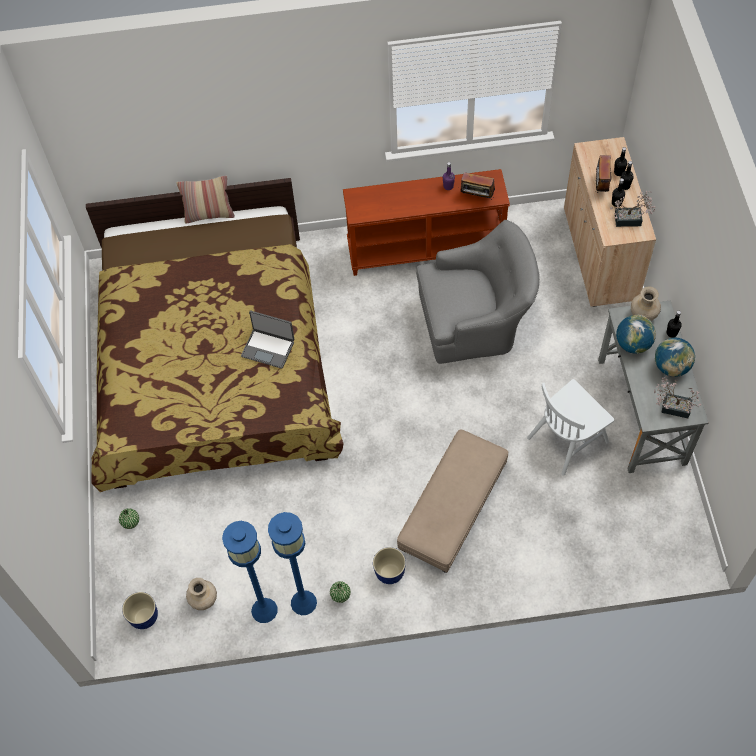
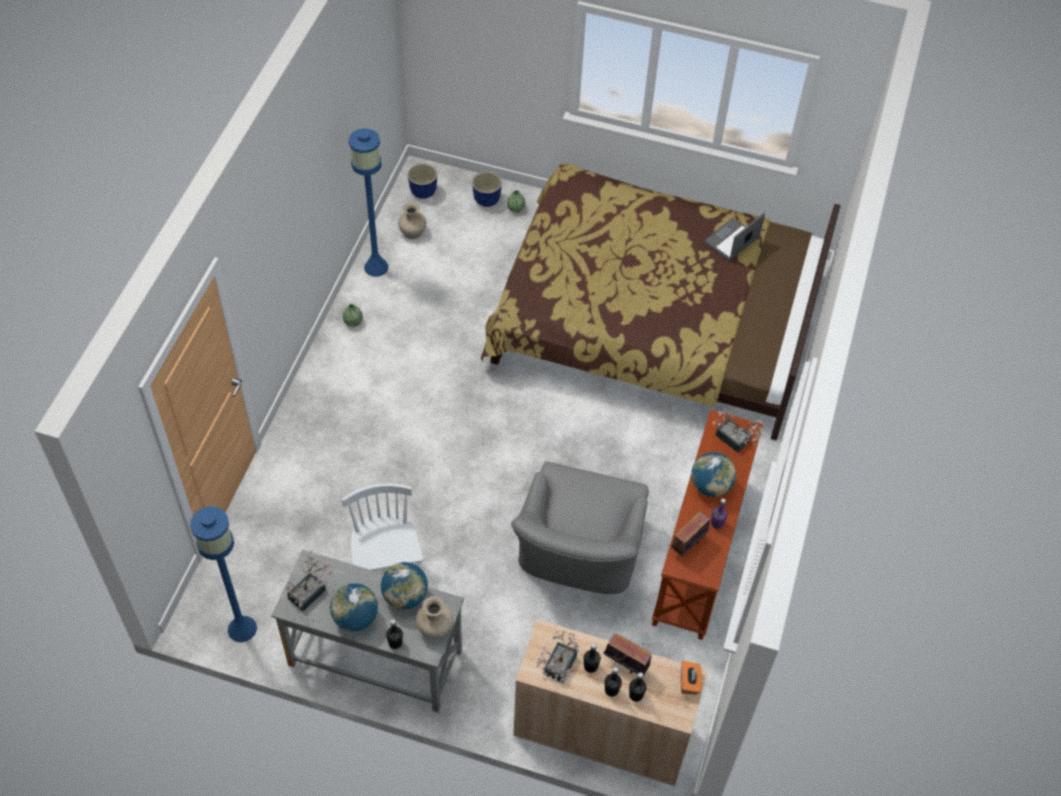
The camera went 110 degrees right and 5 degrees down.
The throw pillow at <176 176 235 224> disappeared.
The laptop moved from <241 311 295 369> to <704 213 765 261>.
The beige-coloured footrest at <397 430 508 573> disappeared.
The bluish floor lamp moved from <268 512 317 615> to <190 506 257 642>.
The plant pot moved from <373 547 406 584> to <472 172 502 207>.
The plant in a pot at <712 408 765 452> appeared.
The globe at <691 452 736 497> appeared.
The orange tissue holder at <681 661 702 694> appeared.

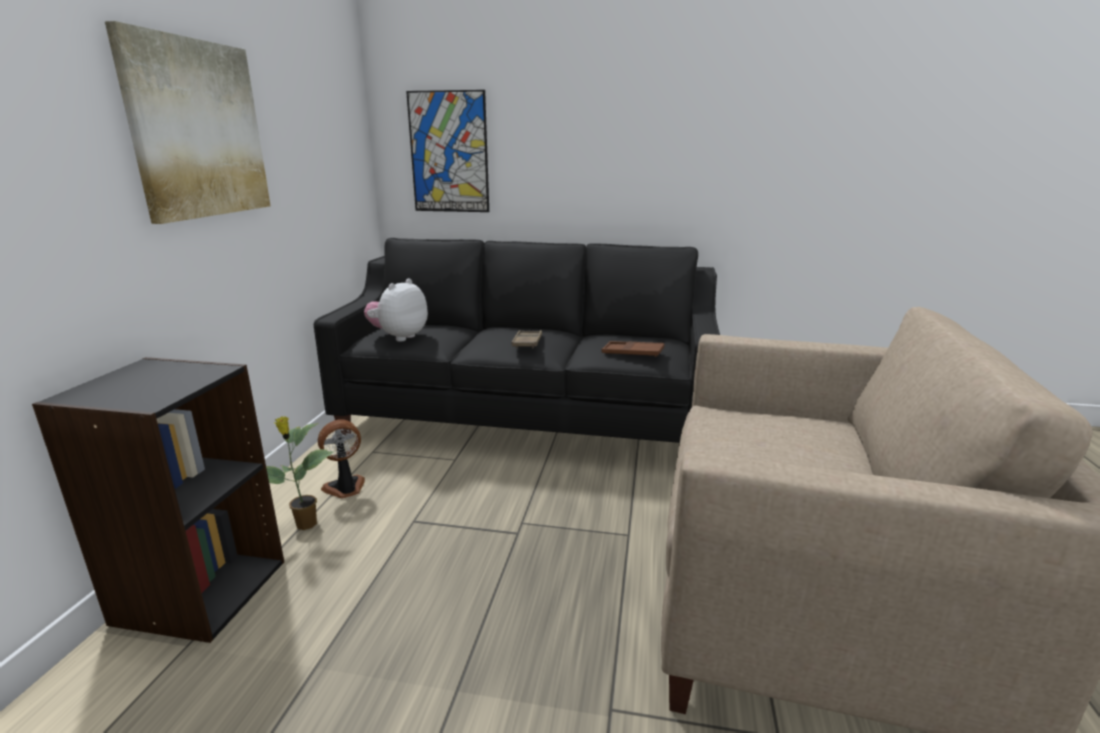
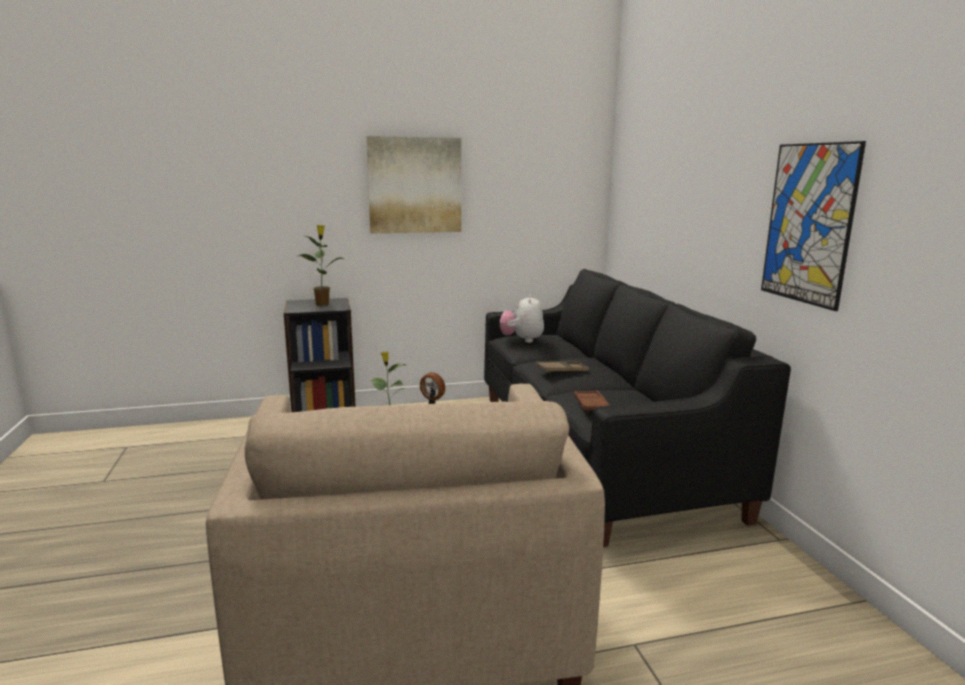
The camera went 65 degrees right and 5 degrees down.
The wall picture moved from <406 90 489 212> to <761 141 866 311>.
The plush toy at <364 279 428 341> turned 90 degrees counterclockwise.
The plant in a pot at <299 225 345 306> appeared.

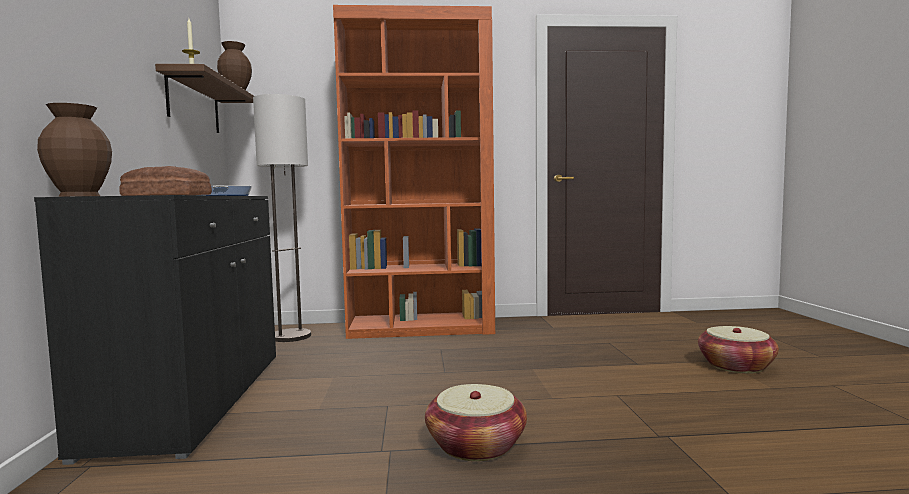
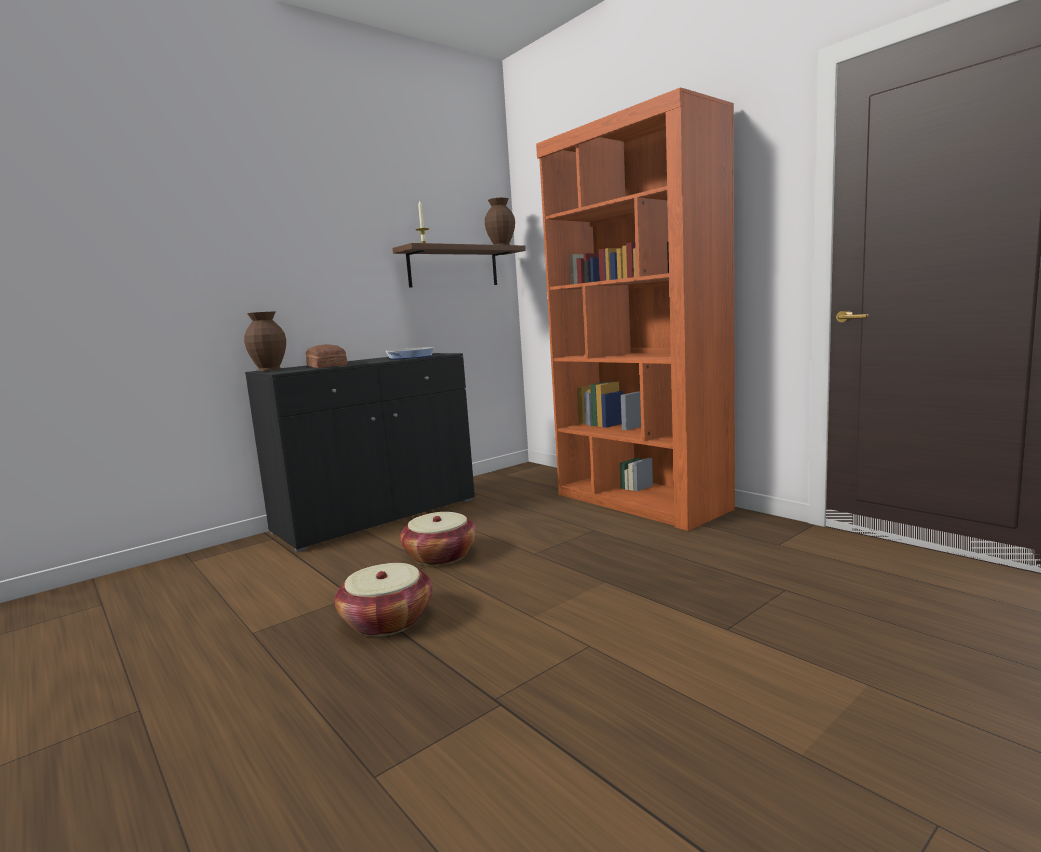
The camera went 55 degrees right and 5 degrees up.
The floor lamp at <253 94 311 342> disappeared.
The basket moved from <698 326 779 374> to <400 512 477 566>.

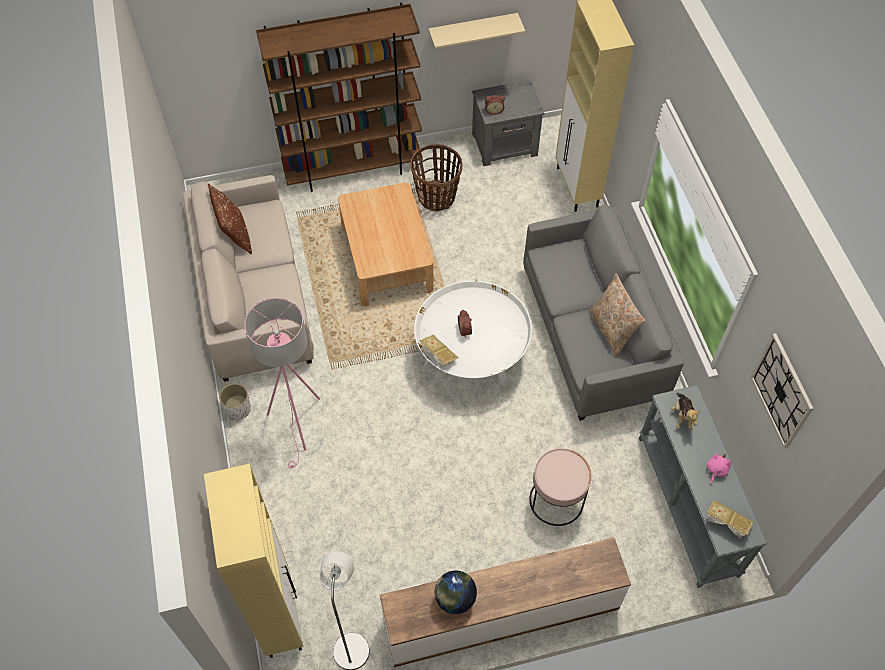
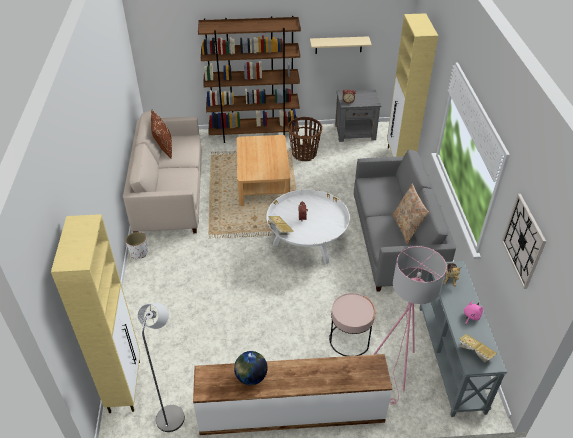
The camera went 10 degrees right and 15 degrees down.
The pinkish floor lamp moved from <244 298 320 468> to <373 246 447 405>.

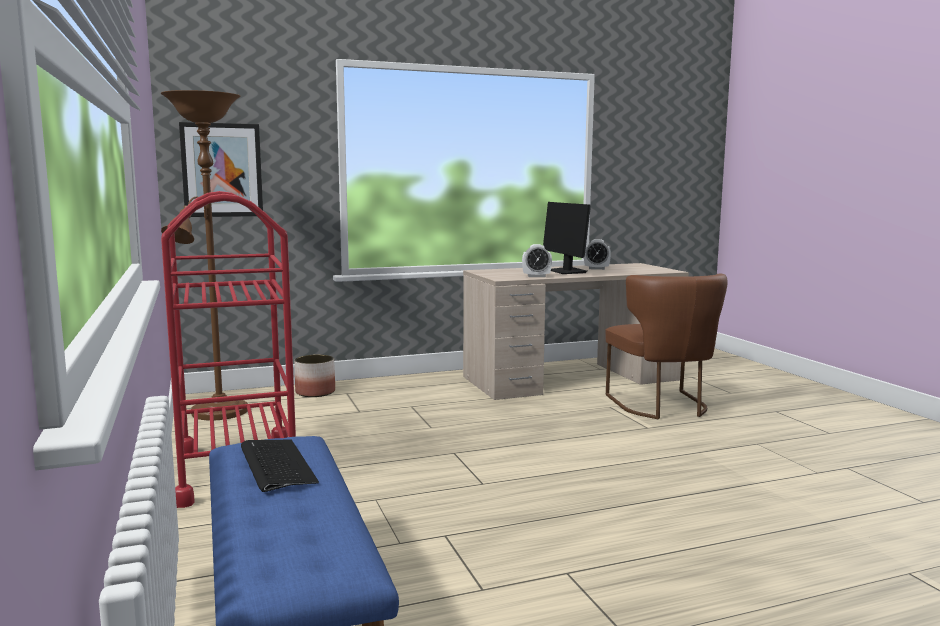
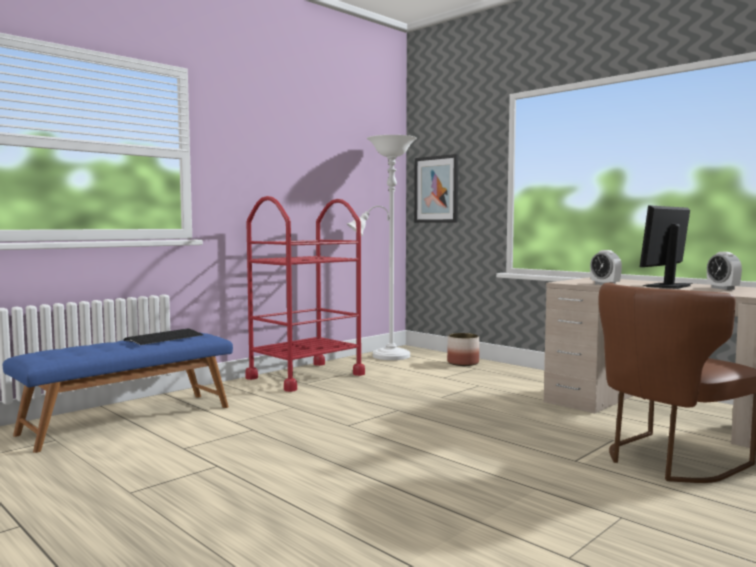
The camera went 65 degrees right and 5 degrees down.
The brown-coloured floor lamp at <161 90 248 421> became the white floor lamp at <347 135 417 360>.

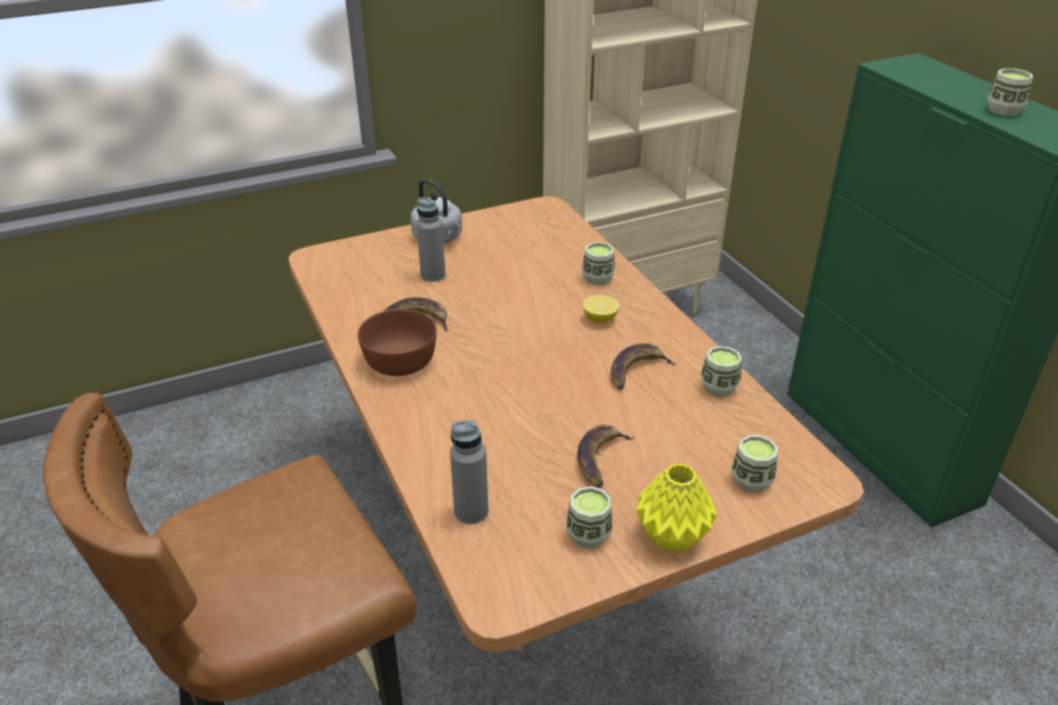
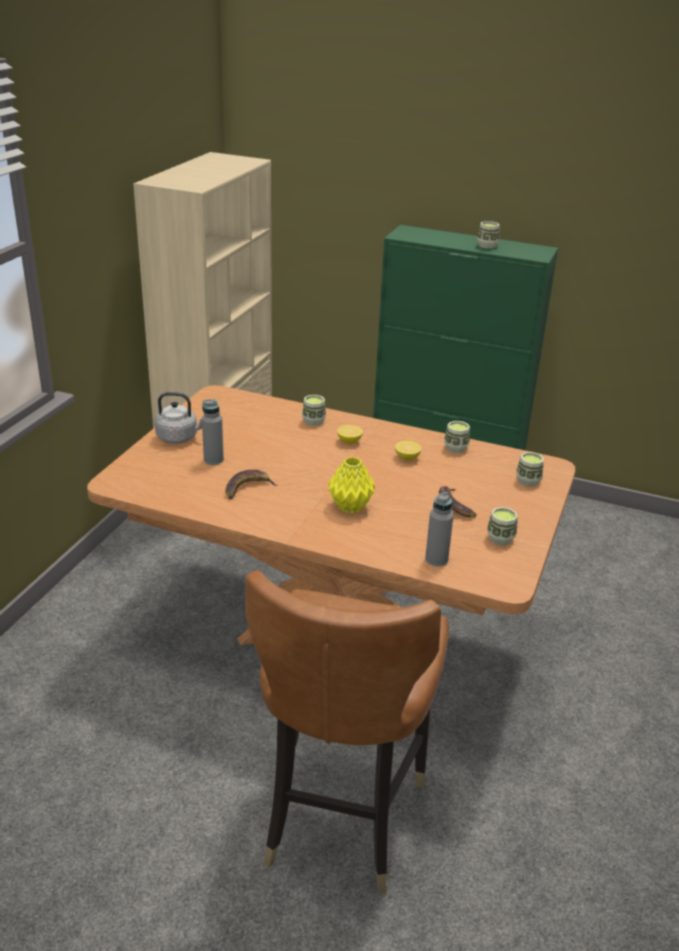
The camera went 45 degrees left and 5 degrees down.
The brown-coloured serving bowl at <358 309 437 376> disappeared.
The whole banana at <611 343 677 389> was replaced by the lemon at <395 441 422 460>.
The yellowish flower vase moved from <636 463 717 553> to <328 457 375 513>.

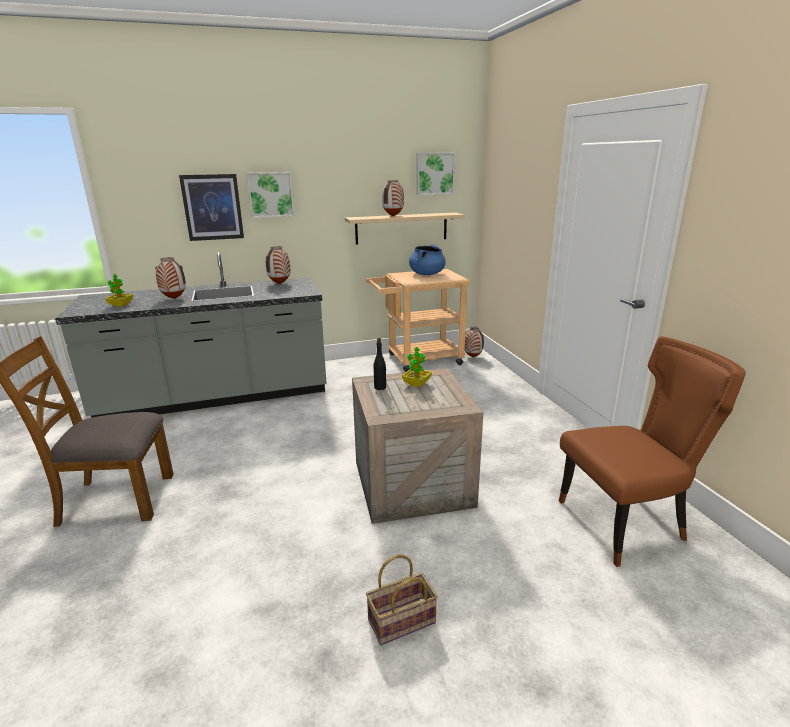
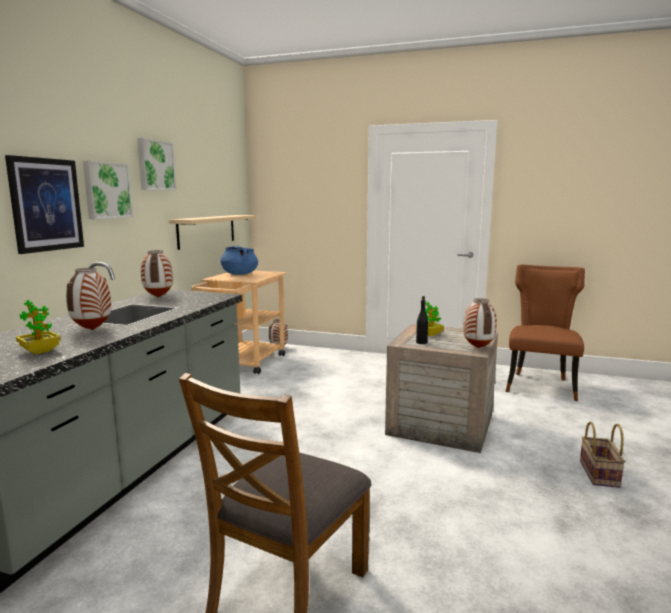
The camera went 55 degrees left and 10 degrees down.
The wall picture moved from <416 153 455 195> to <137 138 177 191>.
The flower vase moved from <382 180 404 216> to <463 298 497 348>.

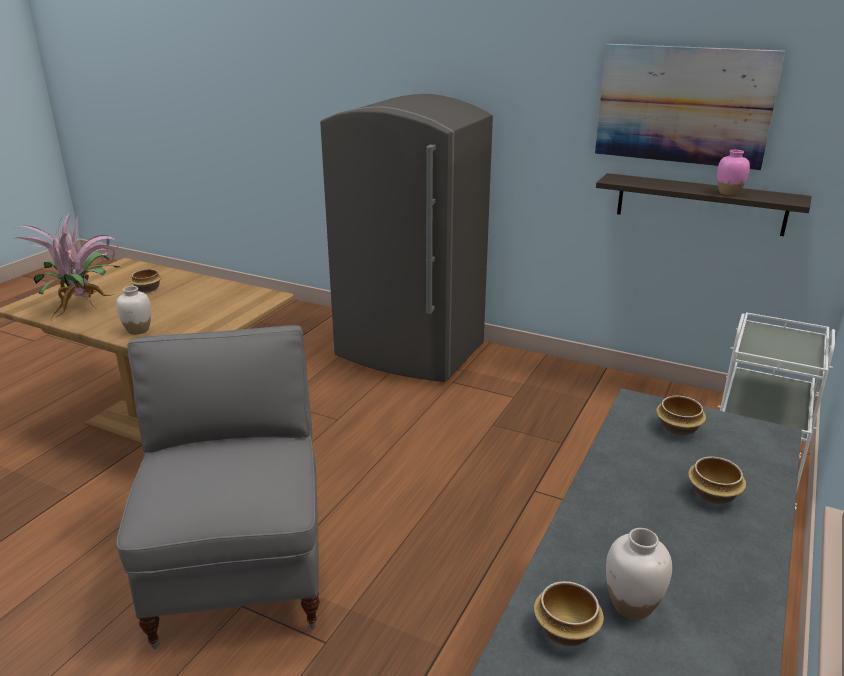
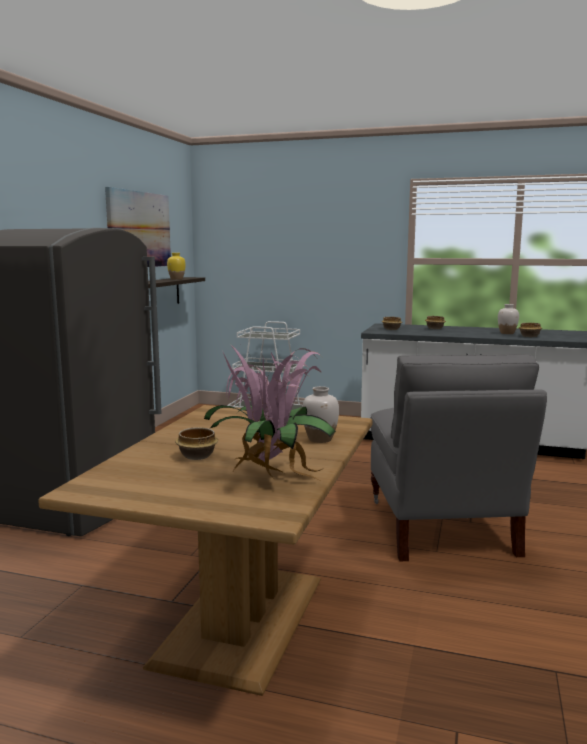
The camera went 100 degrees left and 15 degrees down.
The pinkish flower vase at <717 150 750 196> became the yellowish flower vase at <167 253 186 280>.
The grey chair at <116 325 320 649> turned 75 degrees counterclockwise.

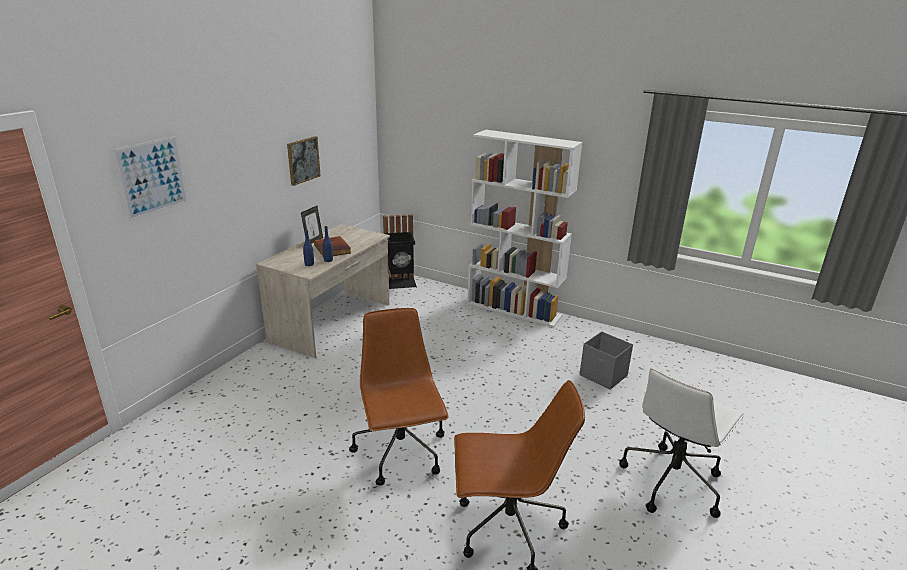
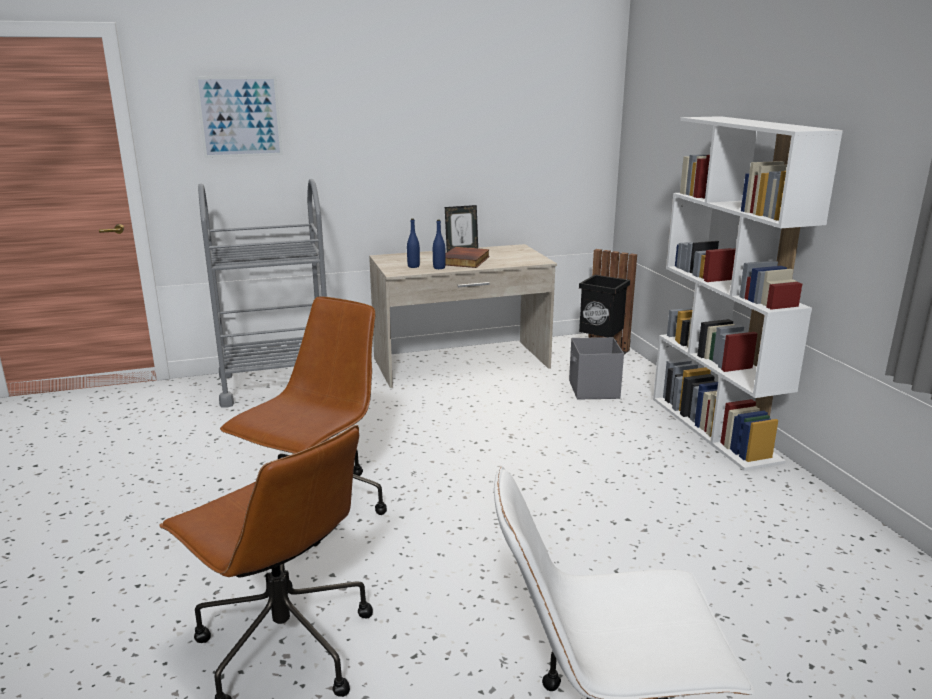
The camera went 45 degrees right and 5 degrees down.
The wall picture at <287 136 321 186> disappeared.
The grey storage container moved from <580 331 633 390> to <569 337 624 399>.
The grey wheeled cart at <198 179 327 408> appeared.

